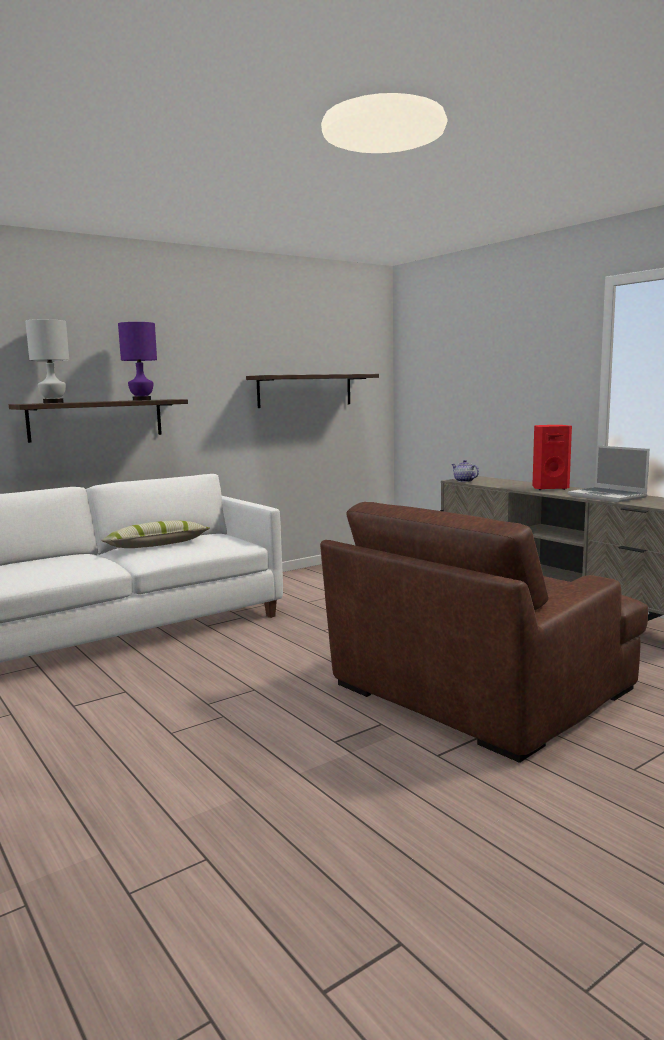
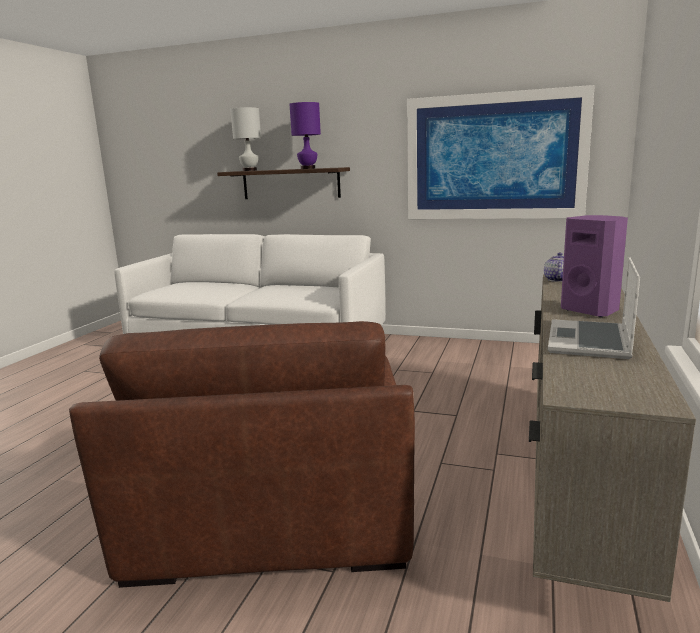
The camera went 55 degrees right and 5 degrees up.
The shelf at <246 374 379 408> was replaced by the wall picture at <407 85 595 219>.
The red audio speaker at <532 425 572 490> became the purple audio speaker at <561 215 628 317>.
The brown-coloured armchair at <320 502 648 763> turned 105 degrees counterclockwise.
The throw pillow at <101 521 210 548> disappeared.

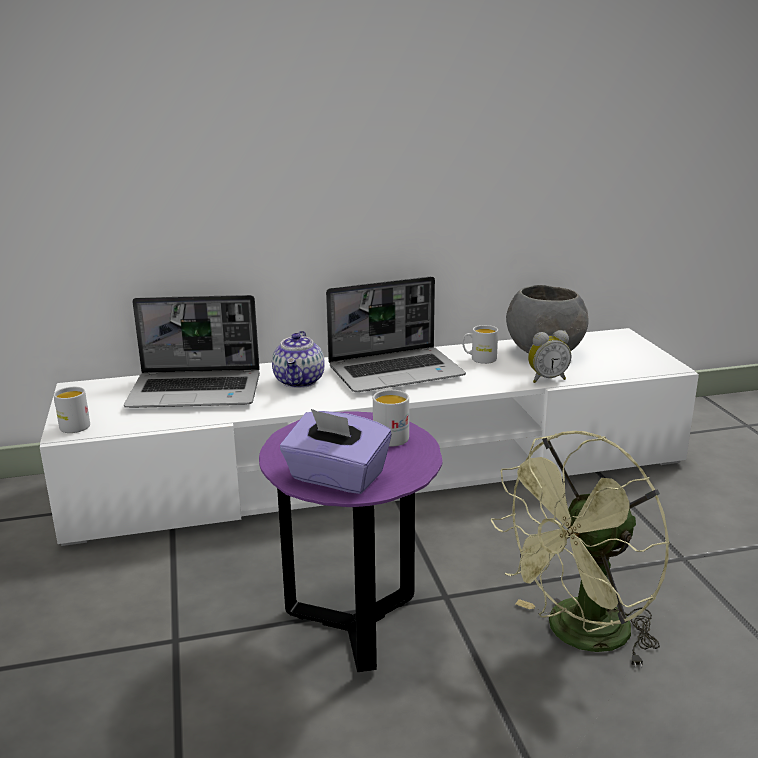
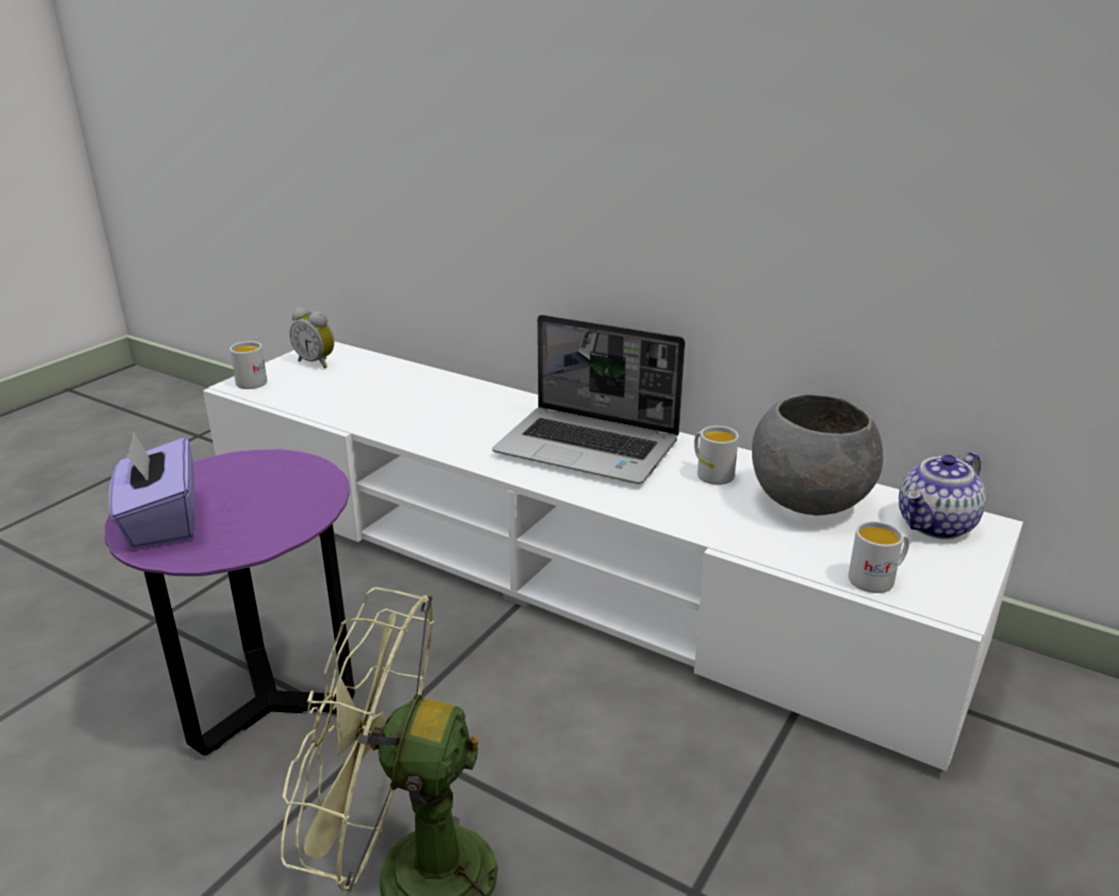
The camera went 45 degrees right and 5 degrees up.
The laptop at <124 295 260 408> disappeared.
The table clock moved from <528 330 571 383> to <290 307 334 369>.
The pot for tea moved from <272 331 325 388> to <899 452 986 539>.
The white mug moved from <373 390 409 447> to <848 521 909 593>.

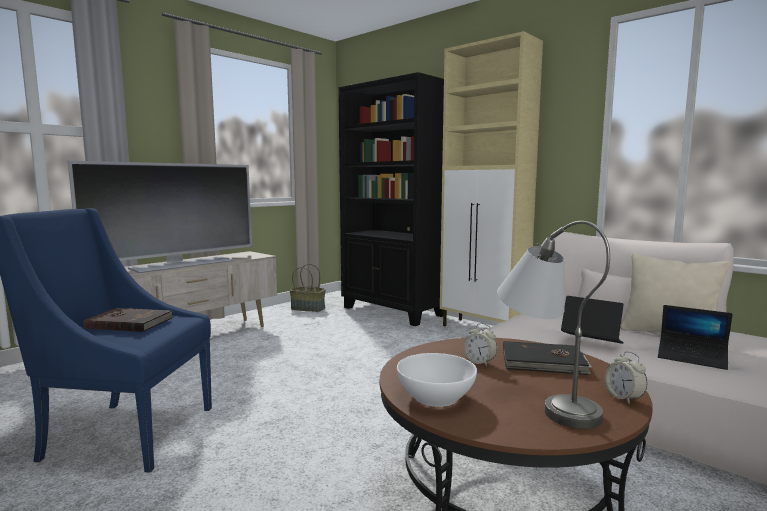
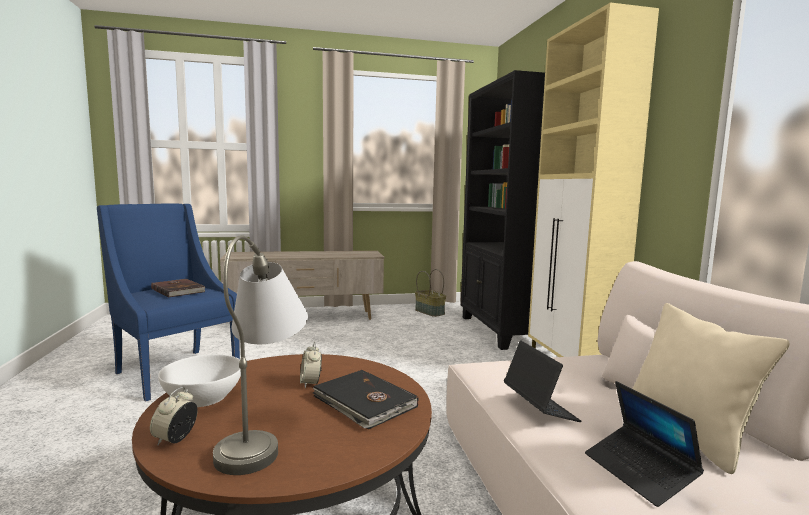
The camera went 35 degrees right and 0 degrees up.
The TV at <68 161 252 273> disappeared.
The table clock moved from <604 351 647 404> to <150 387 197 445>.

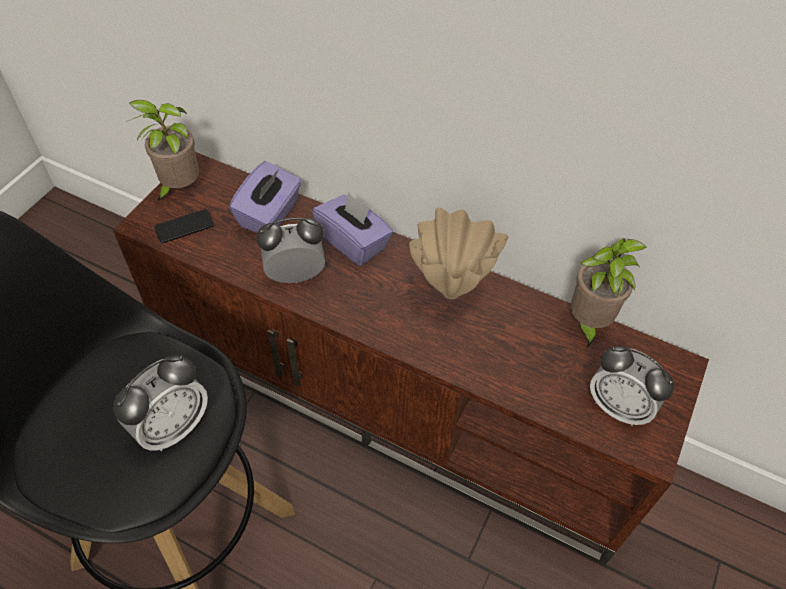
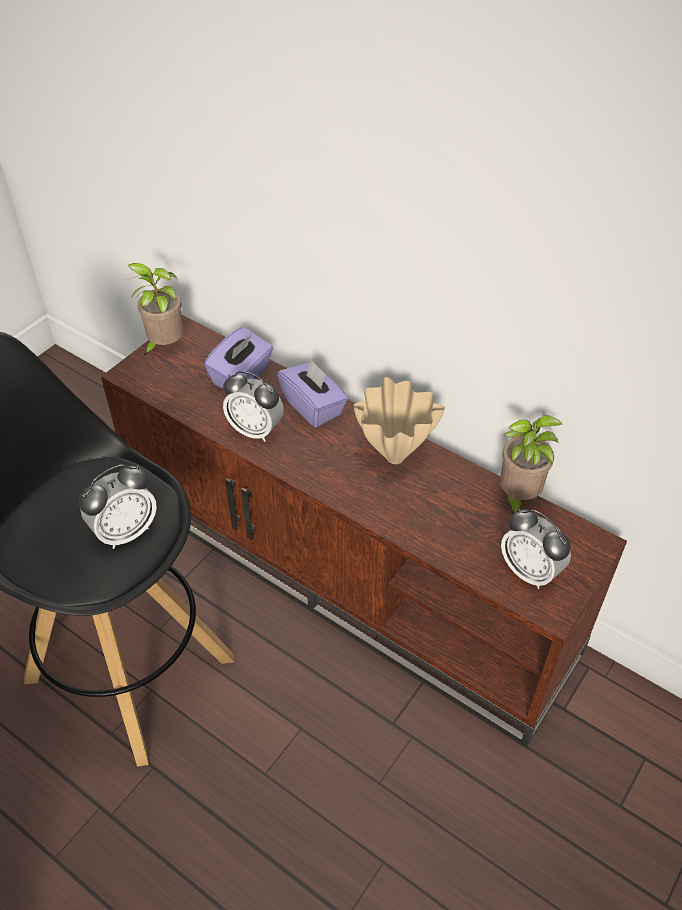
The camera went 10 degrees right and 5 degrees down.
The phone at <154 209 214 244> disappeared.
The table clock at <256 218 325 283> turned 150 degrees counterclockwise.

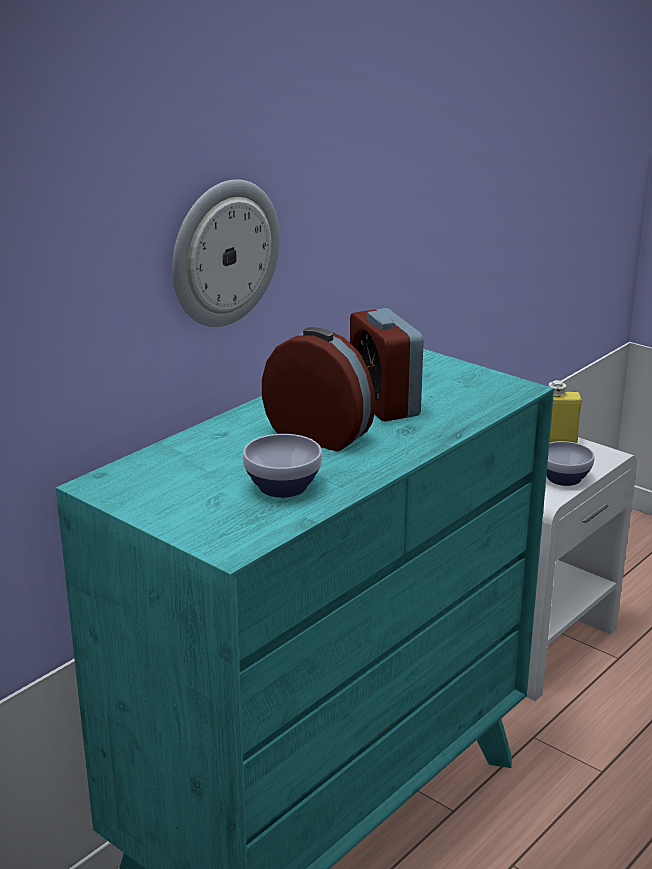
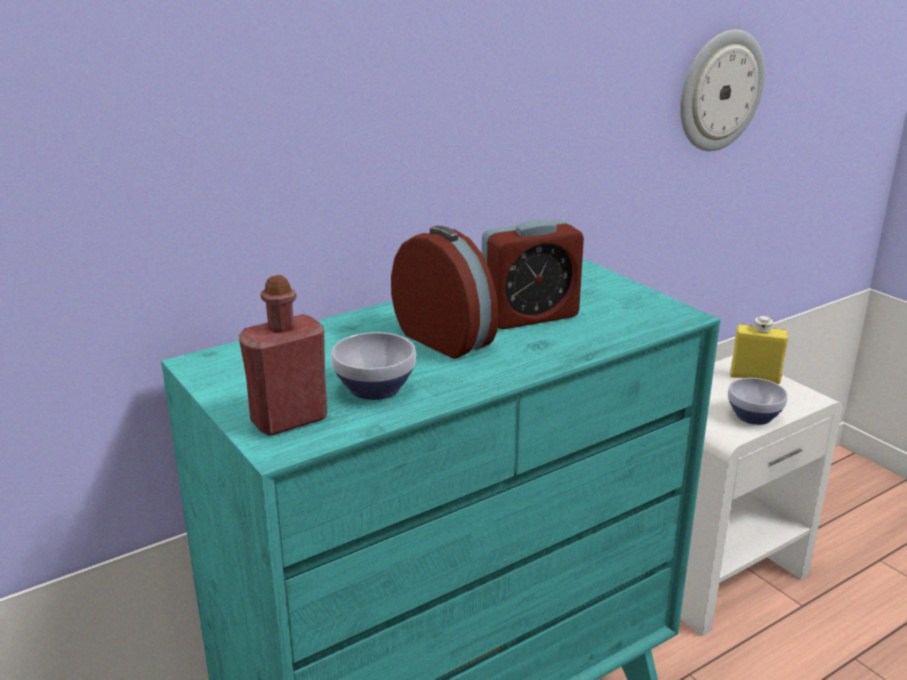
The camera went 15 degrees right and 0 degrees up.
The clock on the wall moved from <172 179 280 327> to <680 29 765 151>.
The table clock at <350 308 424 421> turned 105 degrees counterclockwise.
The red bottle at <239 275 327 436> appeared.

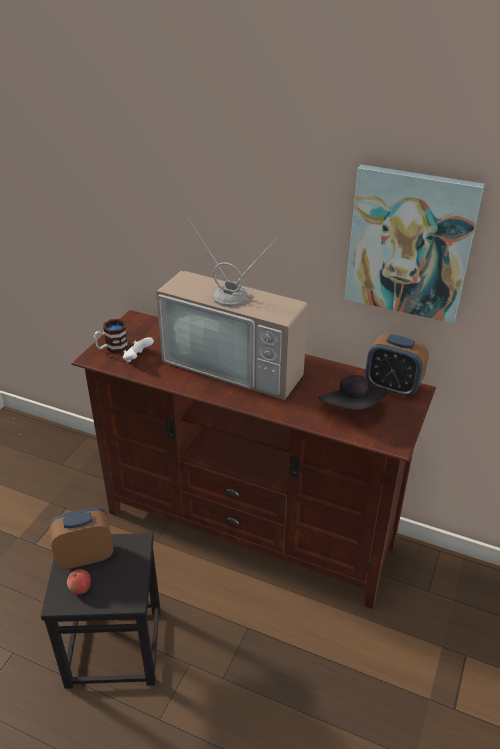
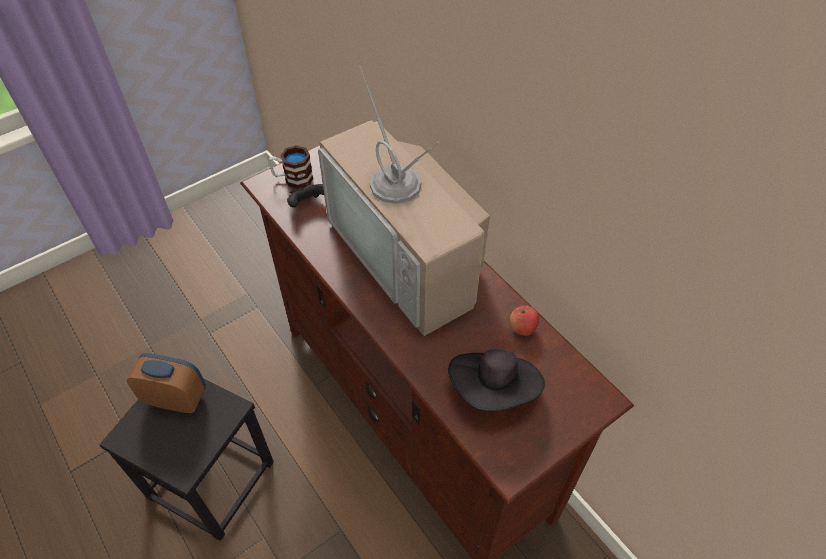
The camera went 30 degrees right and 15 degrees up.
The wall picture at <345 164 485 324> disappeared.
The table clock at <365 334 429 397> disappeared.
The white game controller at <123 337 154 363> became the blackish game controller at <287 183 324 207>.
The apple fruit moved from <67 569 91 594> to <510 305 539 336>.

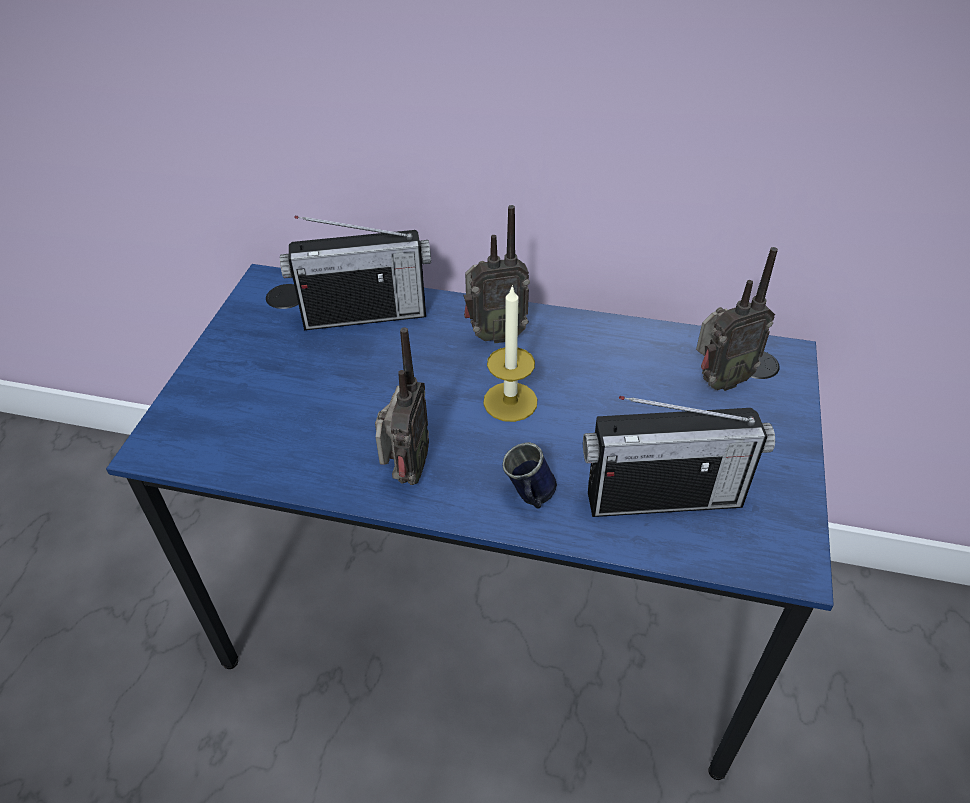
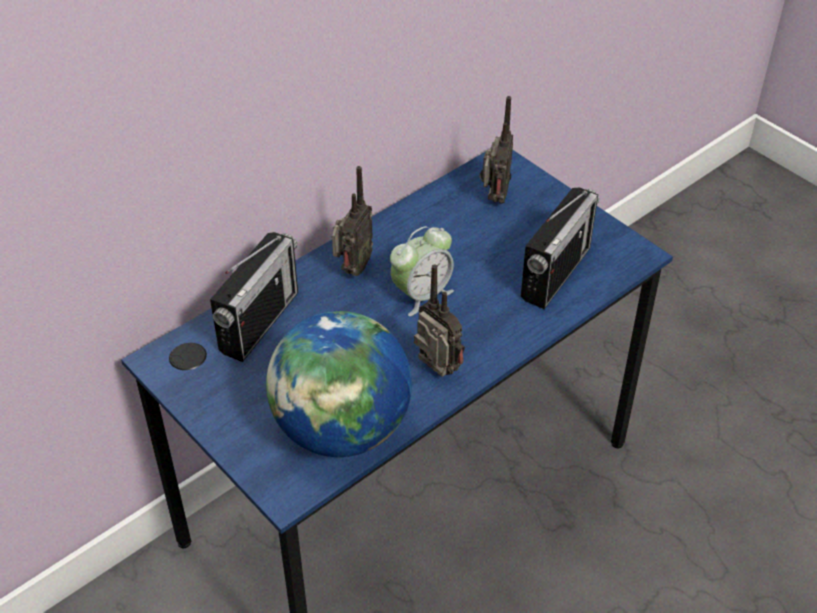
The camera went 55 degrees left and 0 degrees up.
The wax light at <483 285 537 422> was replaced by the table clock at <390 226 454 316>.
The bluish mug at <503 442 557 508> disappeared.
The globe at <266 311 412 457> appeared.

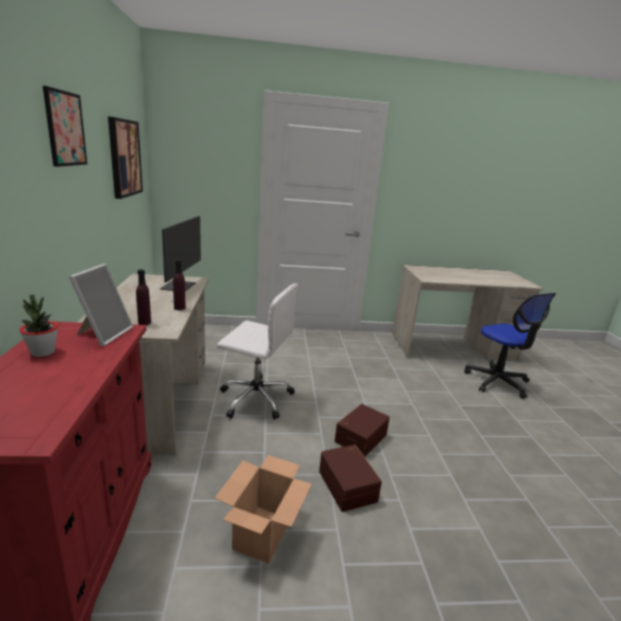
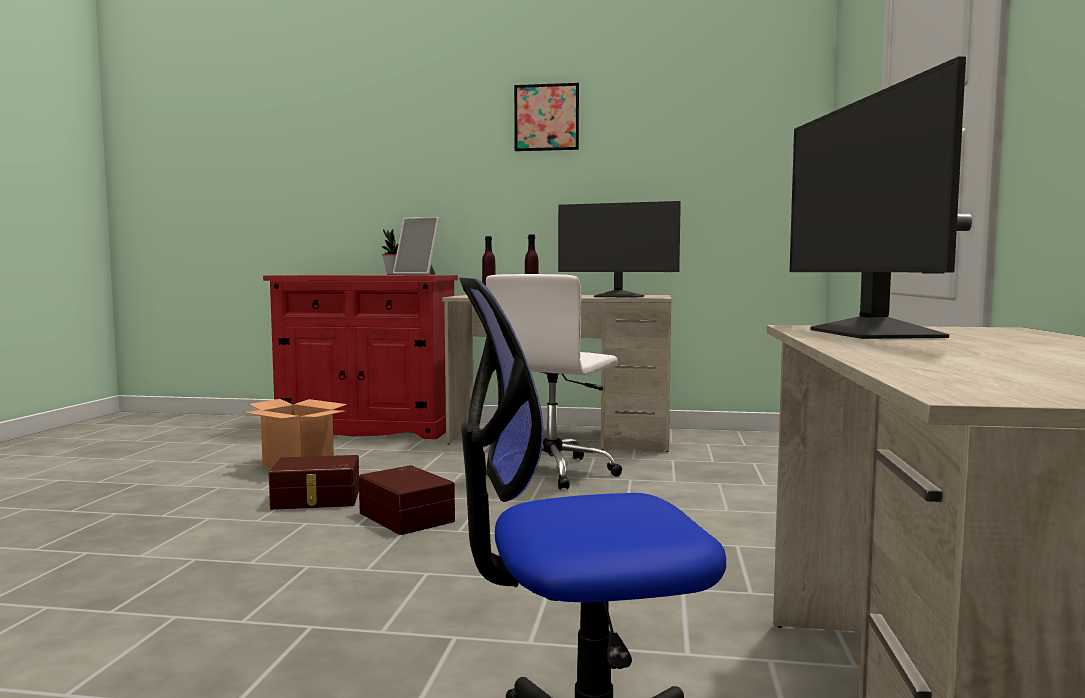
The camera went 105 degrees right and 15 degrees down.
The wall picture at <108 117 143 199> disappeared.
The computer screen at <789 56 966 339> appeared.

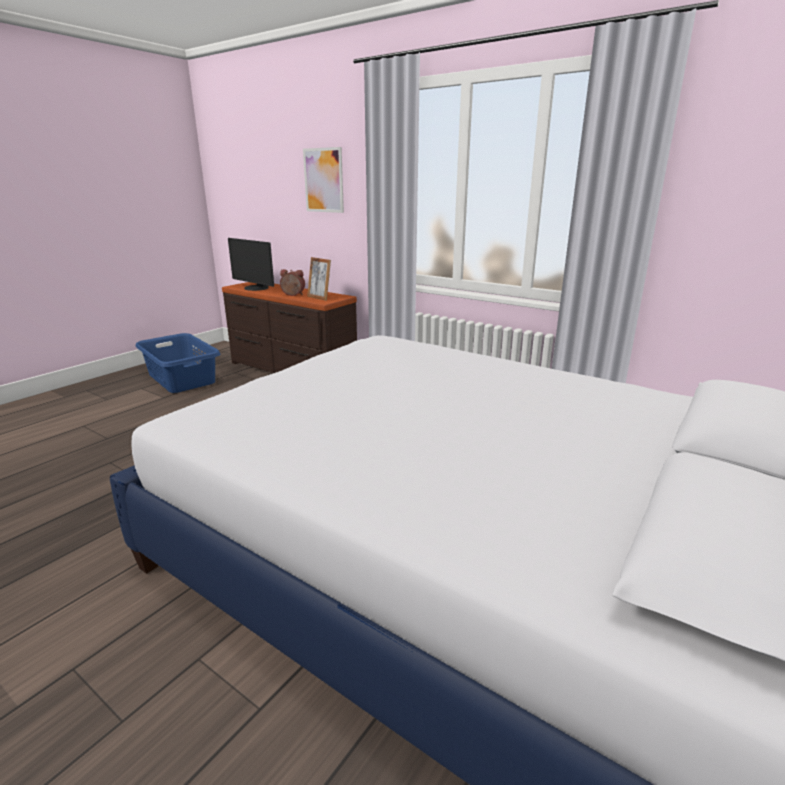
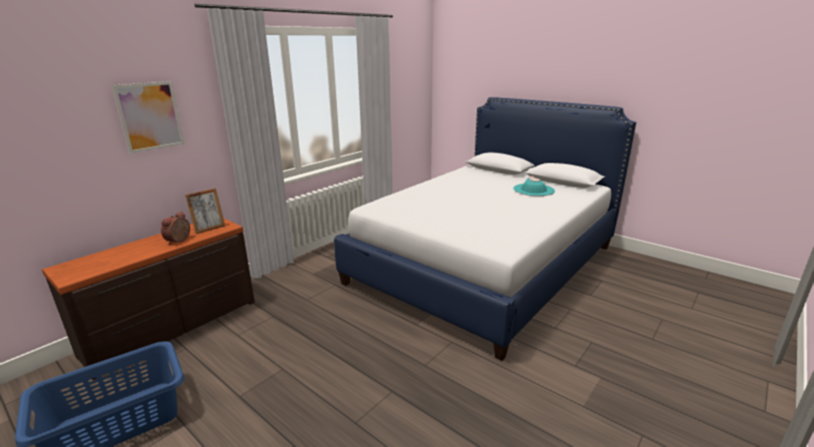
The camera went 85 degrees left and 0 degrees up.
The computer screen at <228 238 274 291> disappeared.
The blue-green hat at <513 176 555 196> appeared.

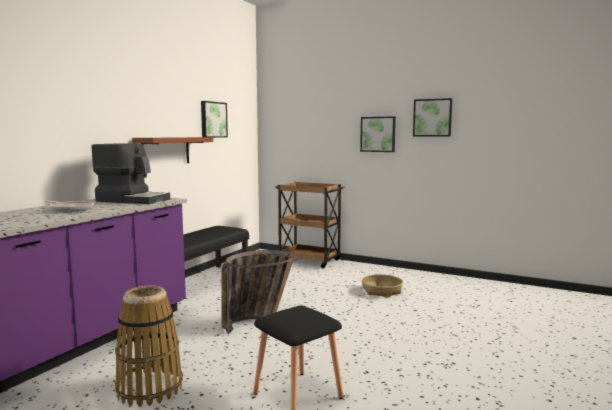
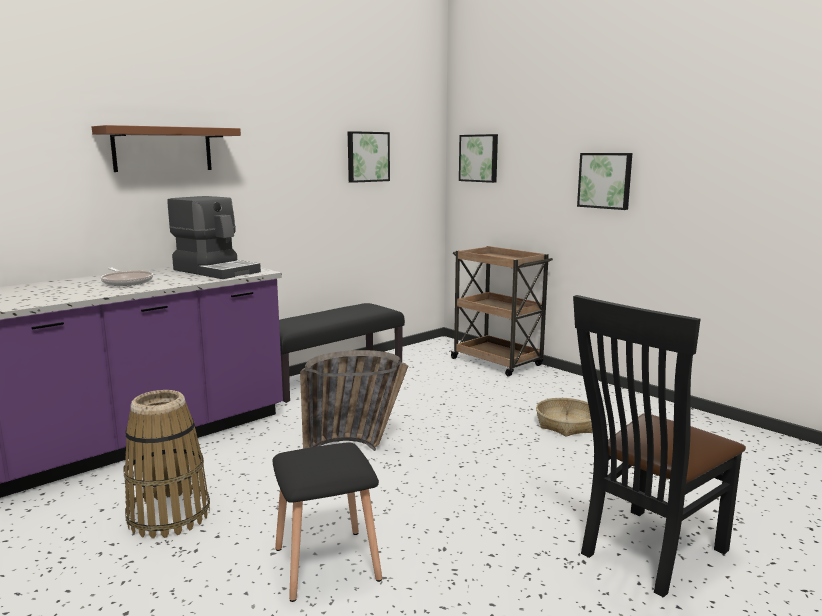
The camera went 20 degrees right and 5 degrees up.
The wall picture moved from <413 98 453 137> to <459 134 498 183>.
The brown-coloured shelf moved from <132 137 213 163> to <92 125 241 172>.
The blackish chair at <573 295 746 598> appeared.

